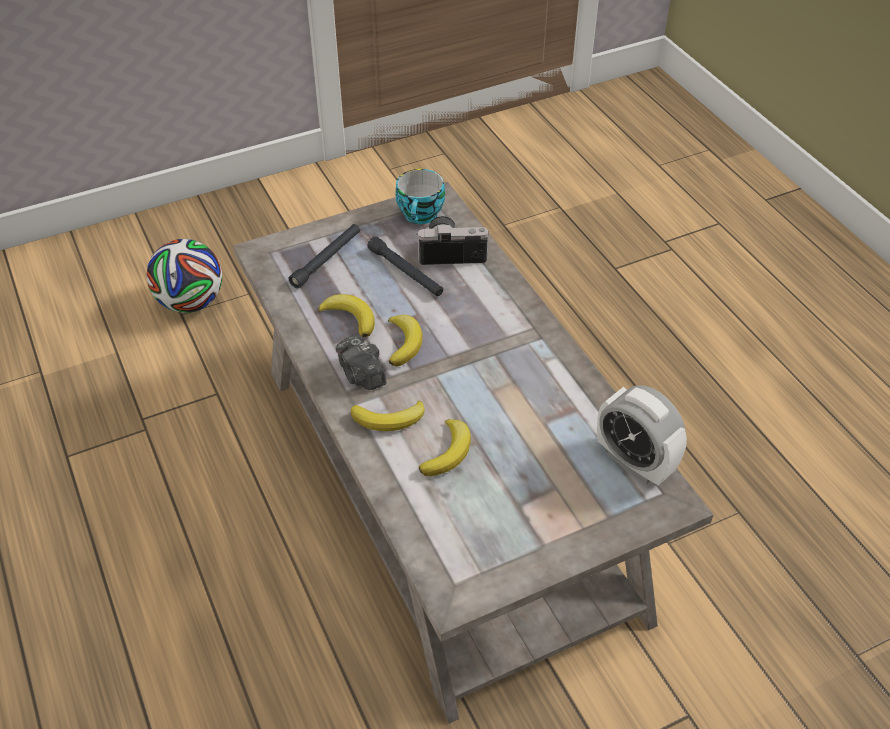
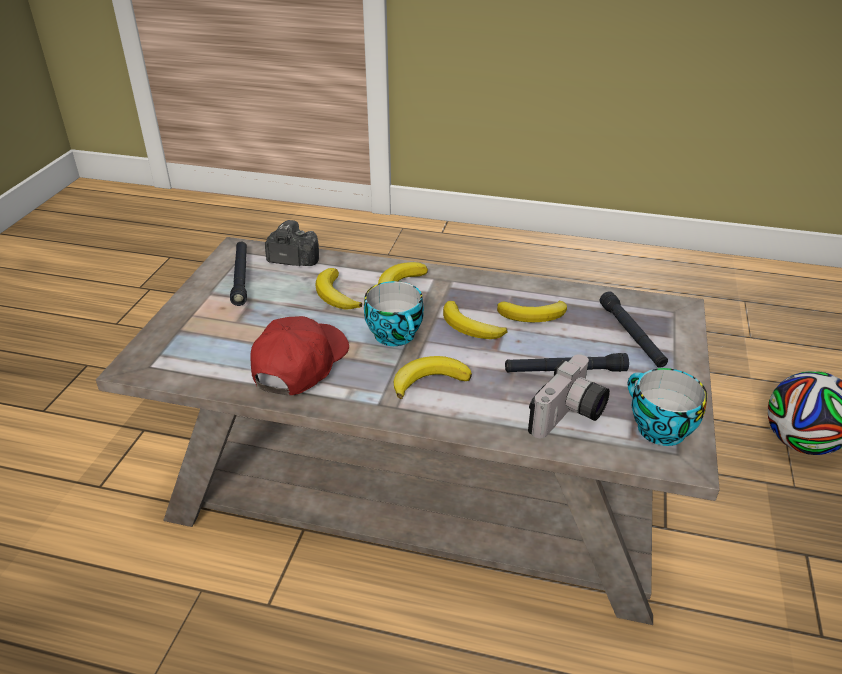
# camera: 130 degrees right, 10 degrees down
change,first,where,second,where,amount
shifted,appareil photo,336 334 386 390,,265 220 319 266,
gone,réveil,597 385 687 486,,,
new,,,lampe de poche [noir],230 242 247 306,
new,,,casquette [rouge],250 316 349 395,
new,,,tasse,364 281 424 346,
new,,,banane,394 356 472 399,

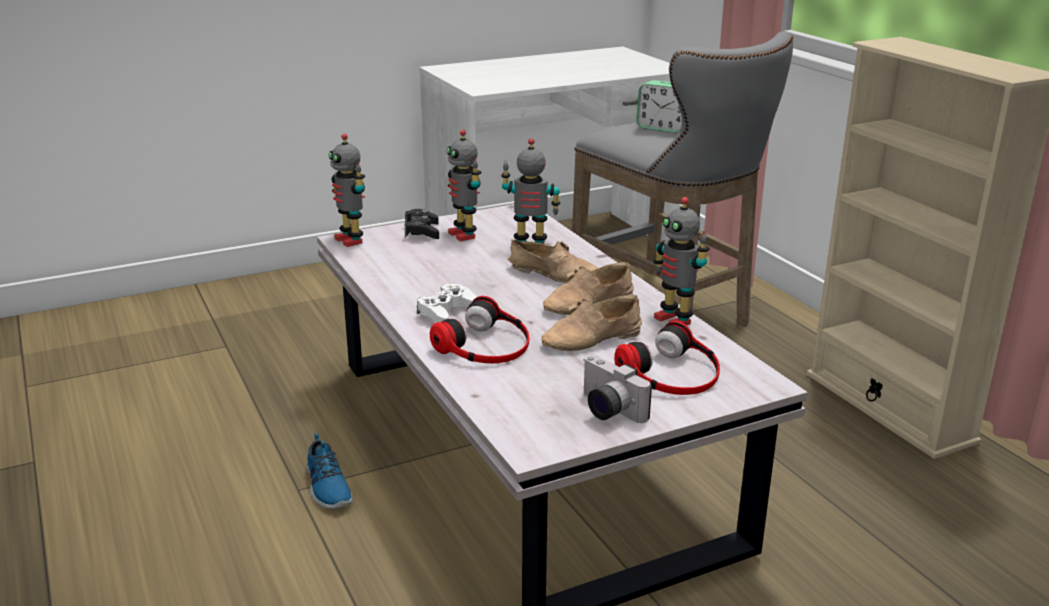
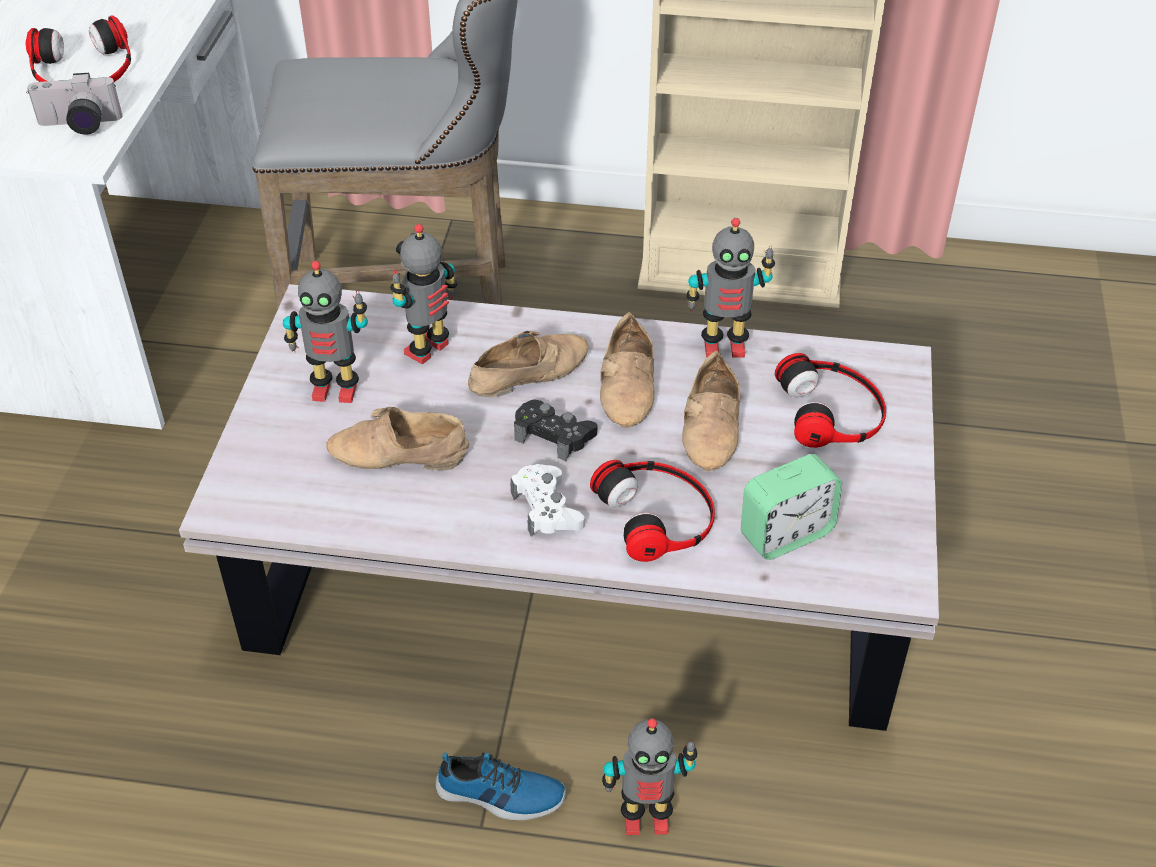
# camera: 55 degrees left, 20 degrees up
change,first,where,second,where,amount
shifted,robot jouet,329 134 365 247,,602 718 697 835,
shifted,manette [noir],405 209 439 239,,514 399 597 461,
shifted,appareil photo,583 355 652 423,,26 73 123 135,
shifted,réveil,636 80 682 133,,741 454 842 560,
new,,,casque audio,26 15 131 82,
new,,,chaussure [beige],326 407 470 470,

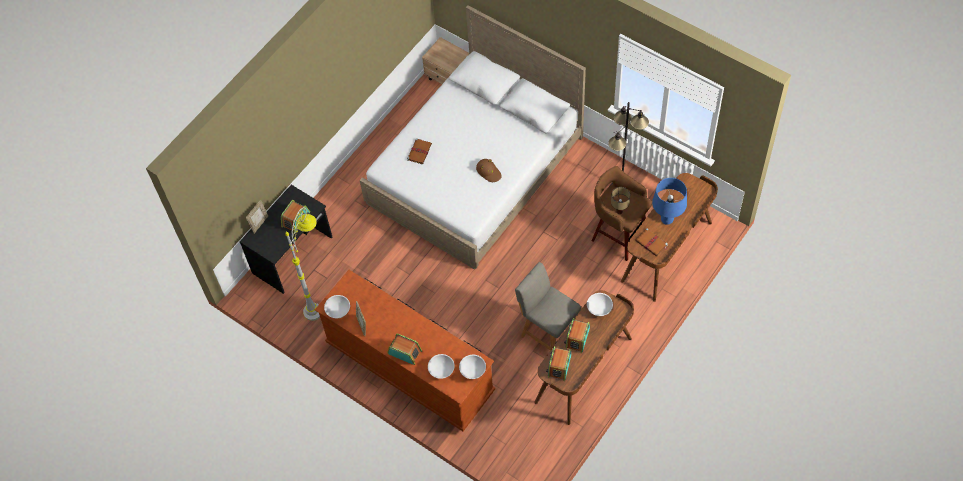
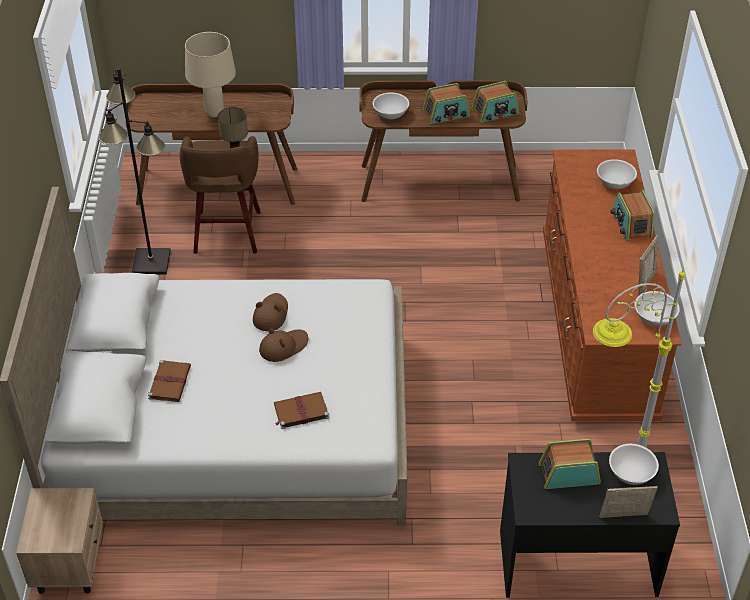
# camera: 130 degrees left, 15 degrees down
change,first,where,second,where,amount
shifted,bol [blanc],459 355 486 379,,609 444 659 485,
gone,chaise [gris],515 262 581 350,,,
shifted,livre [marron],635 228 668 256,,148 360 191 402,
repainted,lampe de table [bleu],652 178 687 225,lampe de table [beige],185 32 236 117,
new,,,chapeau [marron],259 328 308 362,

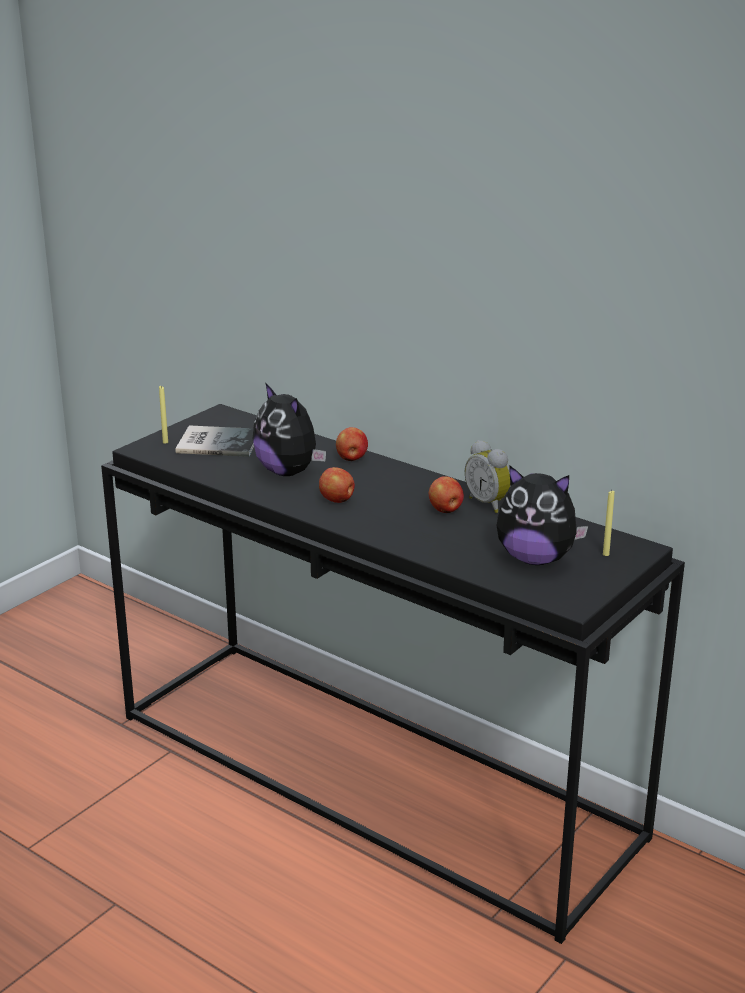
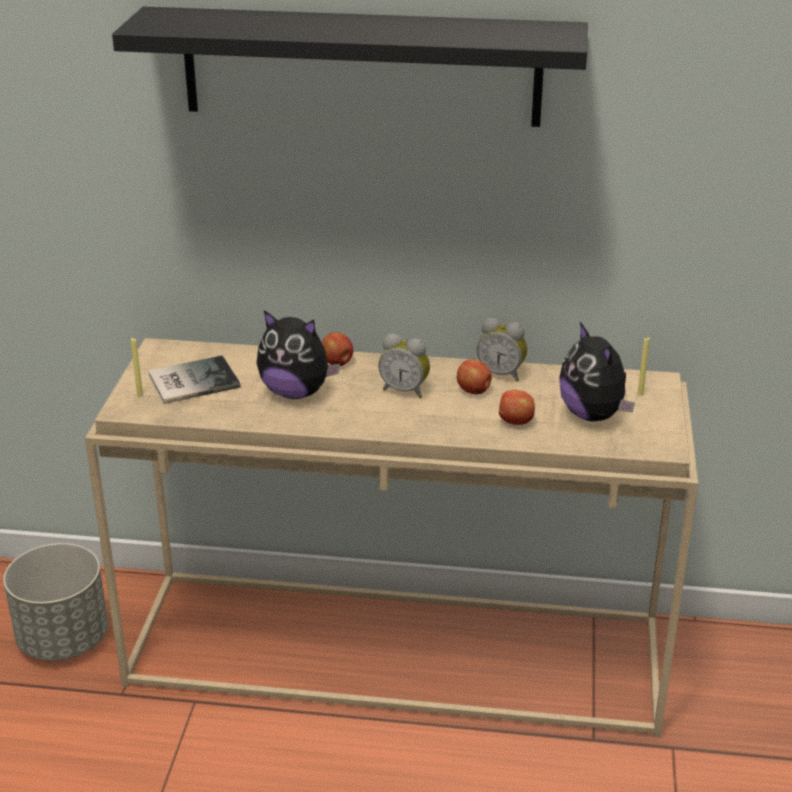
# camera: 30 degrees left, 5 degrees up
change,first,where,second,where,amount
repainted,table console [noir],101 404 685 944,table console [beige],85 338 698 738,
shifted,pomme,319 467 355 503,,499 390 535 425,
rotated,peluche,496 465 588 565,,559 322 635 421,75 degrees clockwise
new,,,cache-pot [gris],3 543 108 660,
new,,,étagère [noir],112 7 588 127,
new,,,réveil,378 334 430 398,

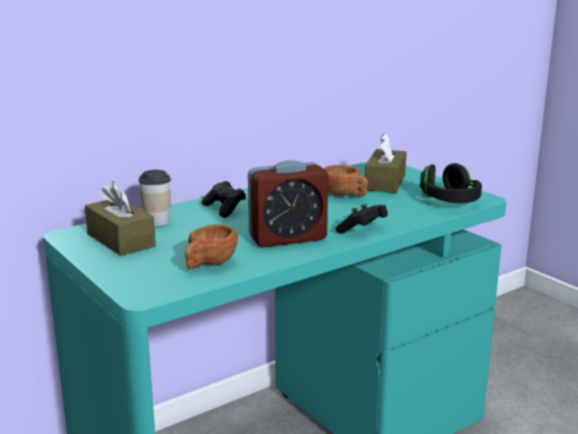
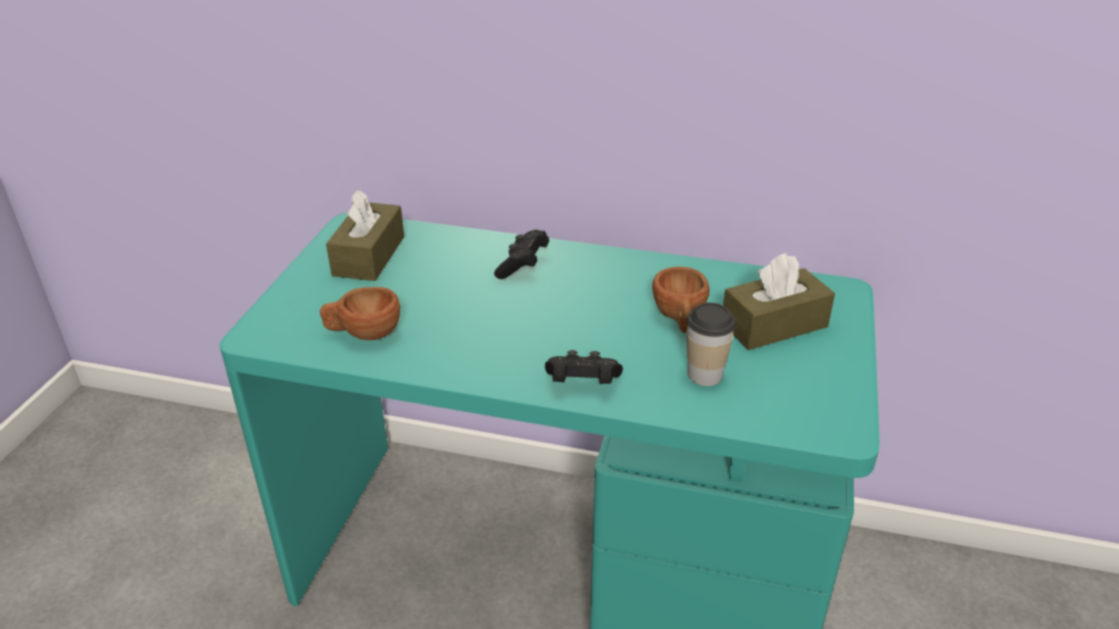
# camera: 50 degrees right, 15 degrees up
change,first,where,second,where,amount
shifted,tasse,138 170 171 226,,687 302 736 386,
gone,réveil,248 160 328 247,,,
gone,casque audio [noir],420 163 482 203,,,

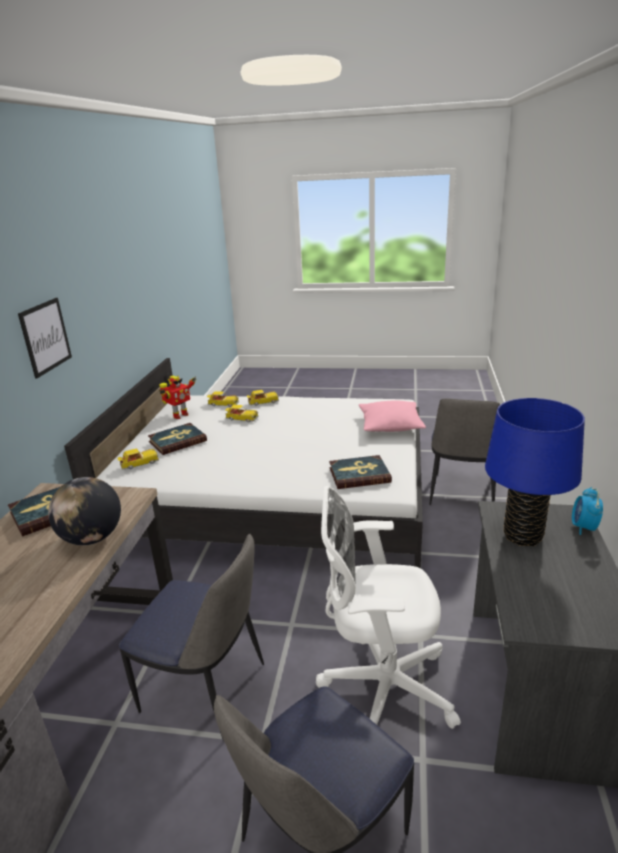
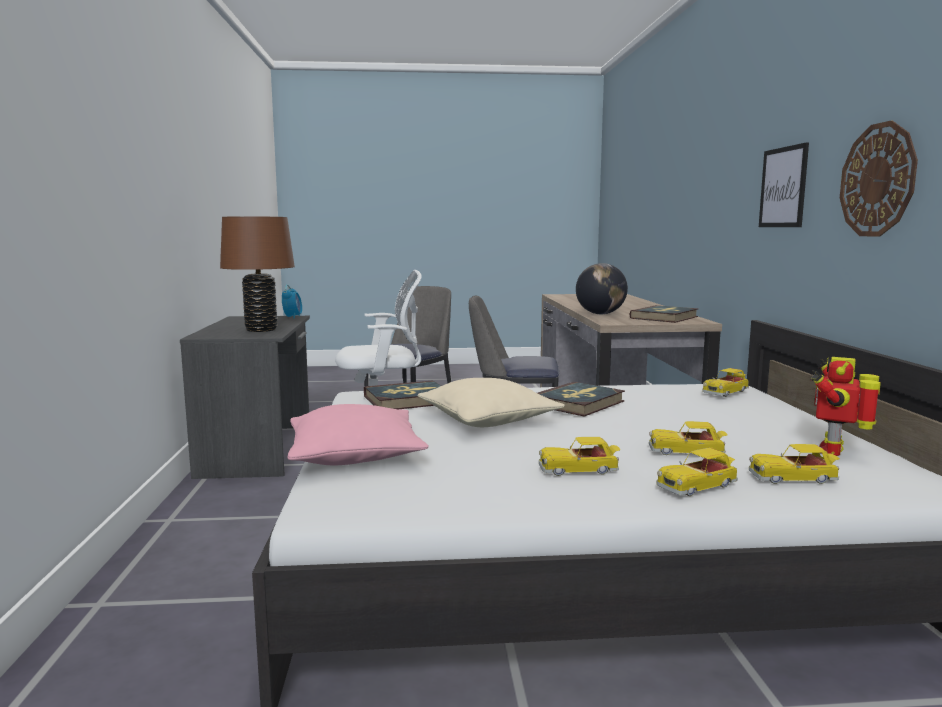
# camera: 165 degrees right, 15 degrees down
change,first,where,second,where,amount
shifted,livre,148 423 207 455,,538 382 625 417,
gone,chaise,430 399 500 505,,,
repainted,lampe de table [bleu],485 398 585 546,lampe de table [marron],220 216 295 332,
shifted,réveil,572 487 603 535,,282 285 302 319,
new,,,coussin [beige],417 378 565 427,
new,,,petite voiture,539 437 620 476,
new,,,horloge murale,840 120 918 237,

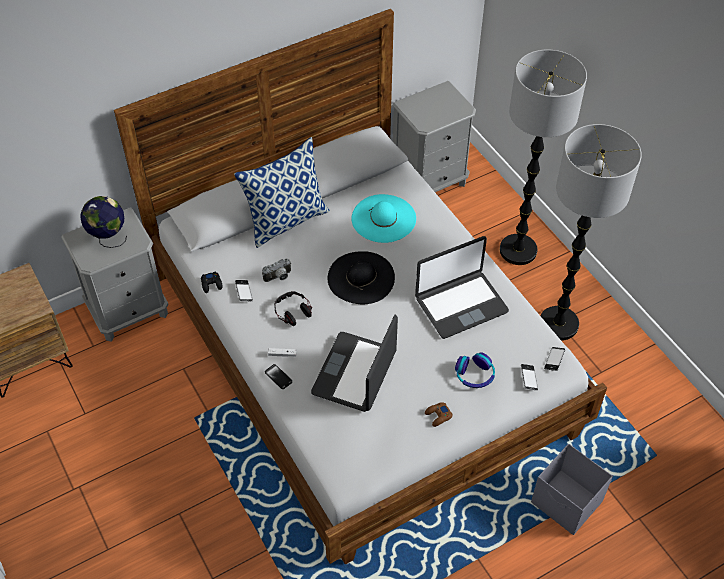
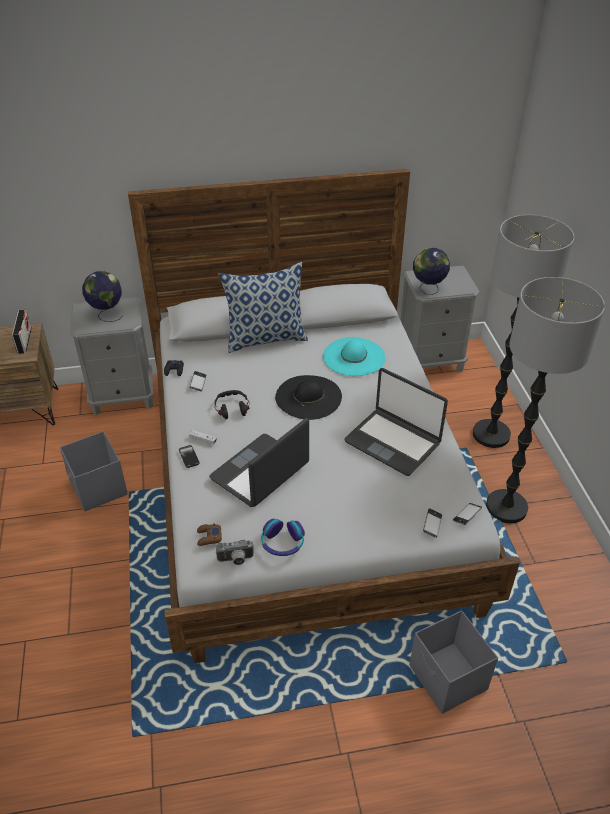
# camera: 20 degrees right, 10 degrees down
change,first,where,second,where,amount
shifted,appareil photo,262 259 291 282,,216 540 254 565,
rotated,ordinateur portable,415 236 509 339,,344 368 448 476,45 degrees clockwise
shifted,manette [marron],425 402 453 427,,197 523 222 546,
shifted,casque audio,455 352 495 388,,261 519 305 556,
new,,,radio,12 310 32 354,
new,,,boîte de rangement [gris],60 431 128 511,
new,,,globe,413 248 450 295,

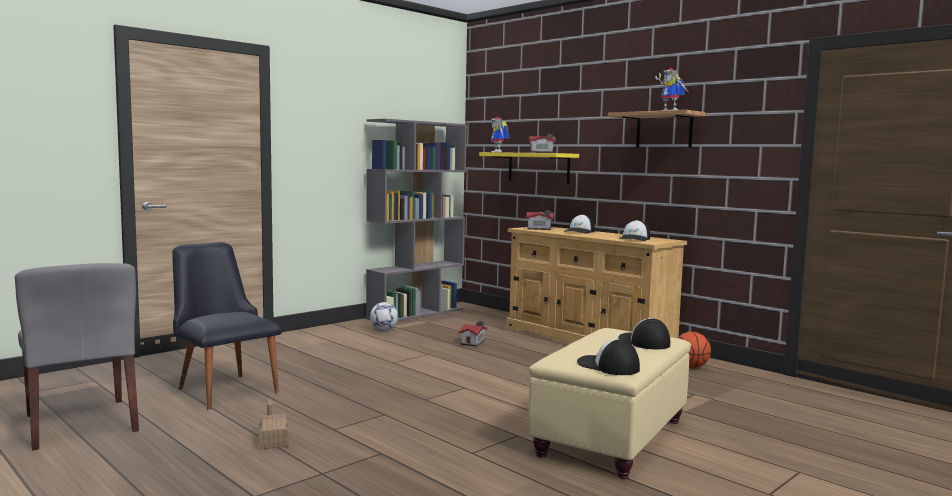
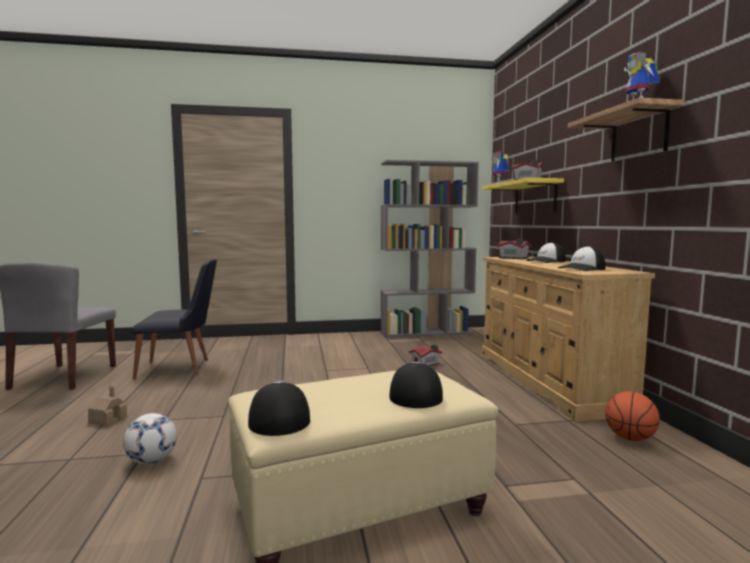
# camera: 35 degrees right, 0 degrees up
change,first,where,second,where,amount
rotated,chaise [noir],172 242 282 409,,132 258 217 380,90 degrees clockwise
shifted,ballon de foot,370 302 398 330,,123 413 177 464,

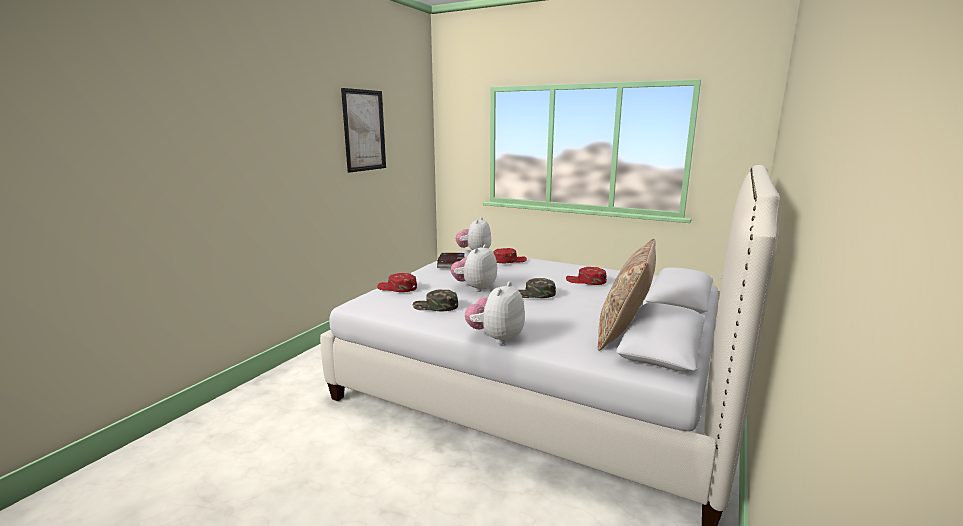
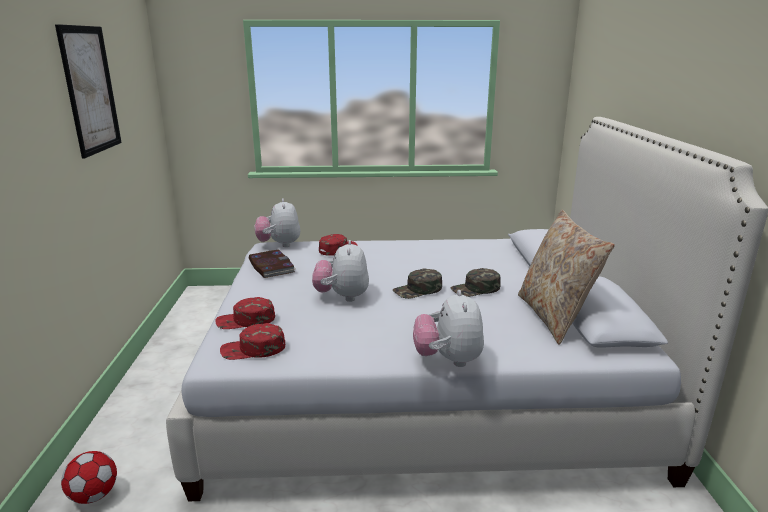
# camera: 30 degrees left, 5 degrees up
change,first,where,second,where,amount
shifted,casquette [vert],413 290 458 311,,450 268 501 297,
shifted,casquette [rouge],566 267 607 285,,220 323 285 360,
new,,,ballon de foot,61 451 117 504,

